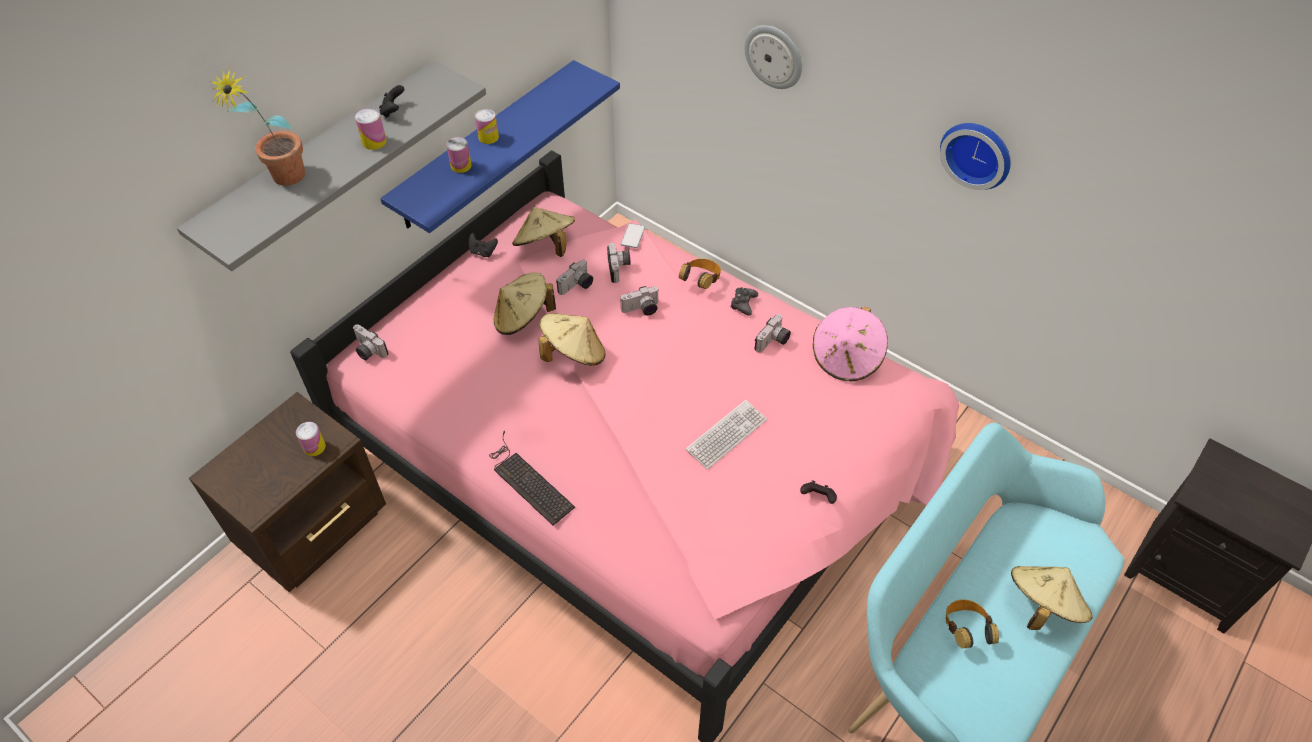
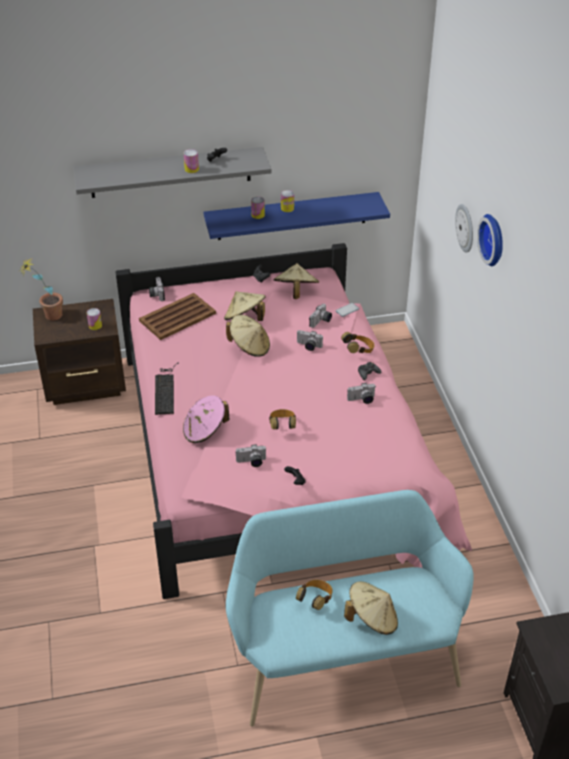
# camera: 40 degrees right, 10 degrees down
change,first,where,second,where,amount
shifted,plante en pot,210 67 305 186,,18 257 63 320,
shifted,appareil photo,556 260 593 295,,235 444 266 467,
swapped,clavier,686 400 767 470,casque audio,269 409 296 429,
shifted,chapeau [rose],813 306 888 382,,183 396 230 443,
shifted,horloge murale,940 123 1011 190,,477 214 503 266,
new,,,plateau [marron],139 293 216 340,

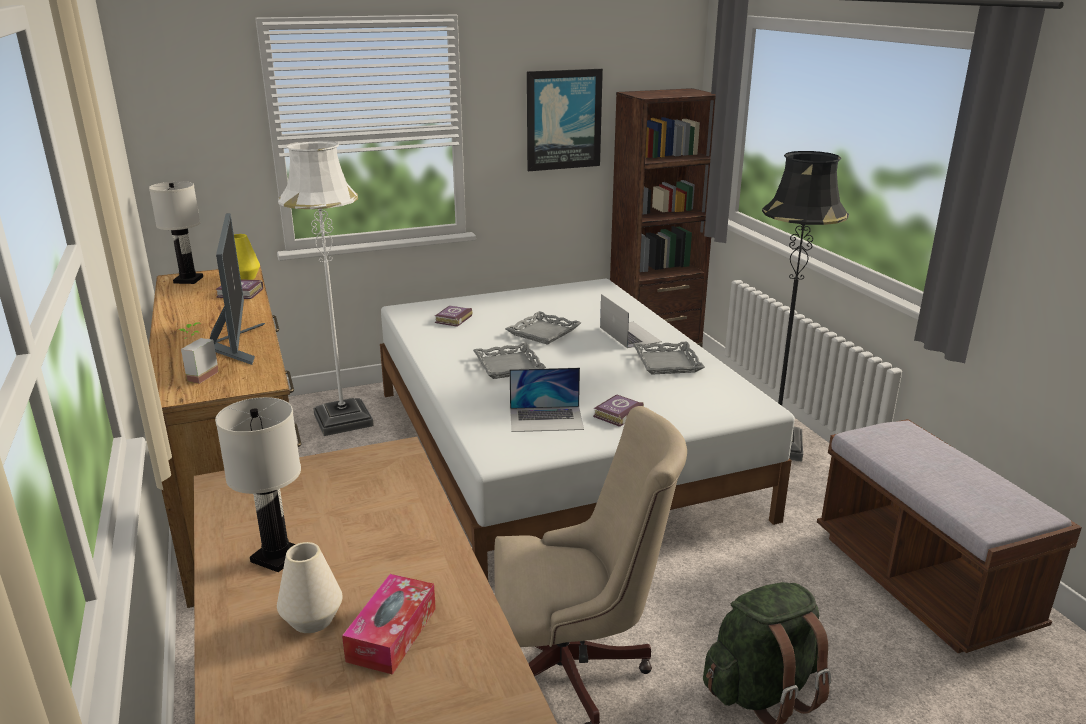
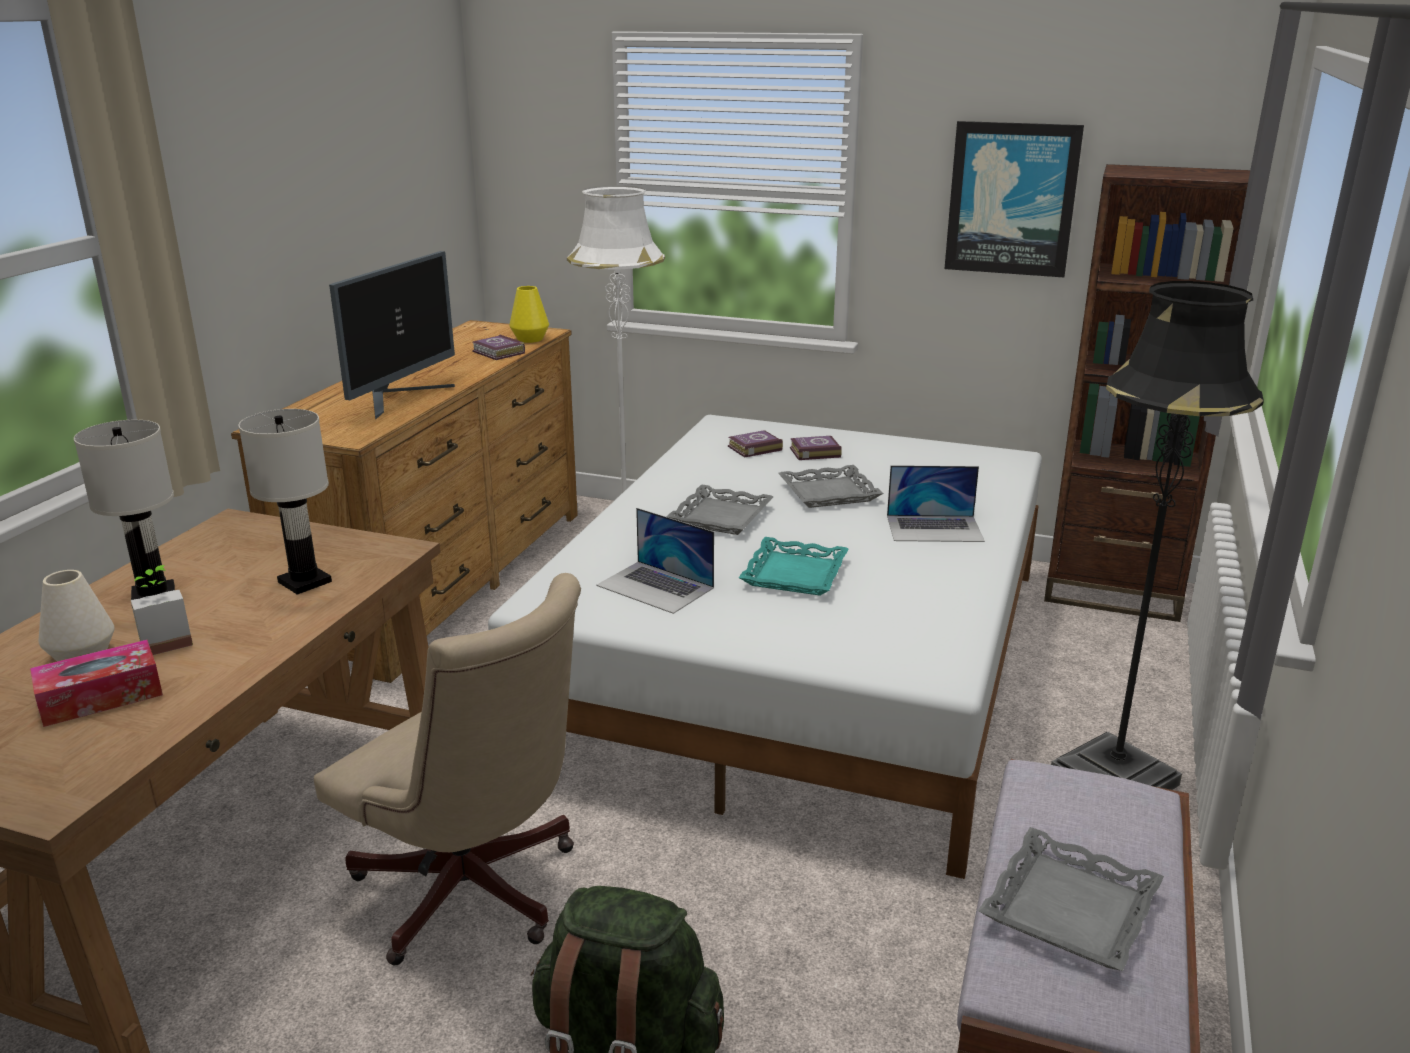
# camera: 40 degrees right, 0 degrees up
change,first,where,second,where,amount
shifted,lampe de table [blanc],149 181 203 284,,238 409 332 595,
shifted,plante en pot,178 322 219 384,,130 565 193 655,
shifted,livre,593 394 644 427,,790 436 842 460,
rotated,ordinateur portable,600 294 662 348,,887 465 985 542,75 degrees clockwise
shifted,plateau [gris],633 342 705 375,,978 827 1164 971,
new,,,plateau [turquoise],739 537 849 596,

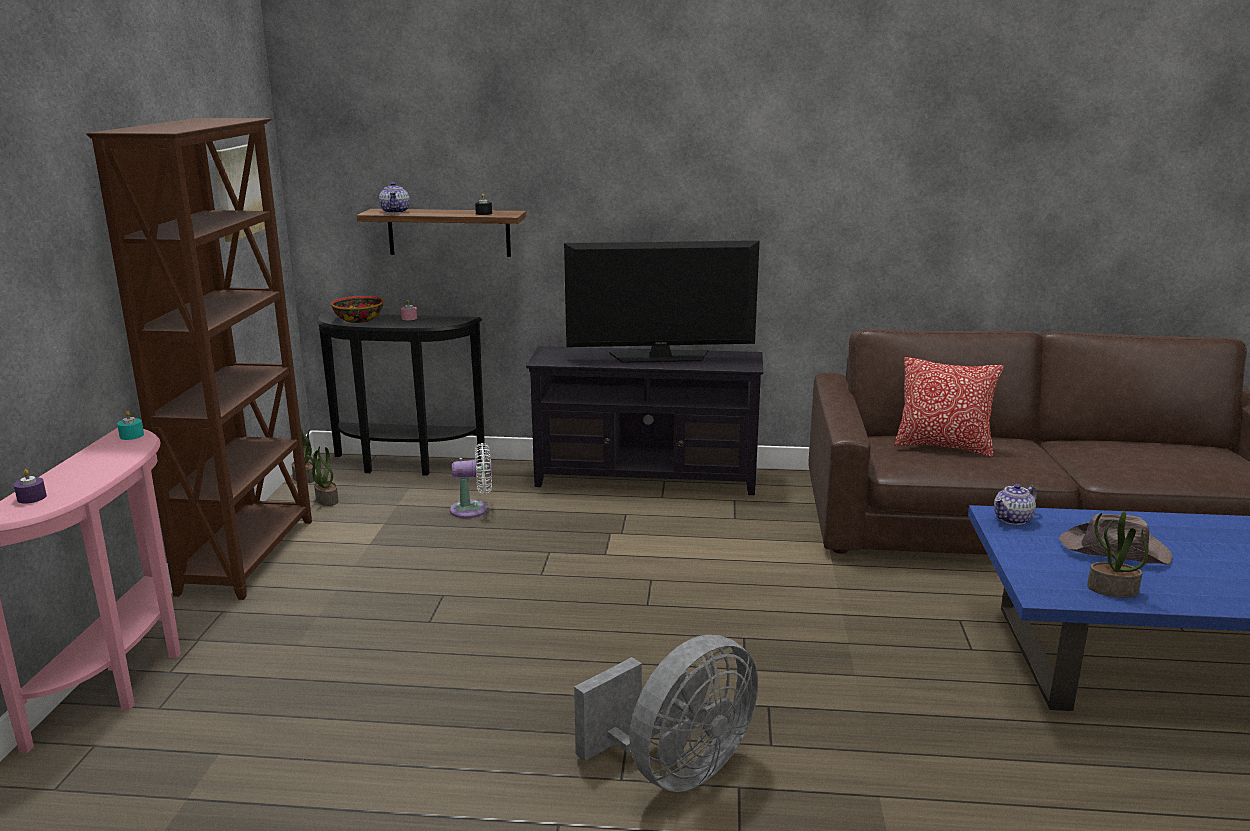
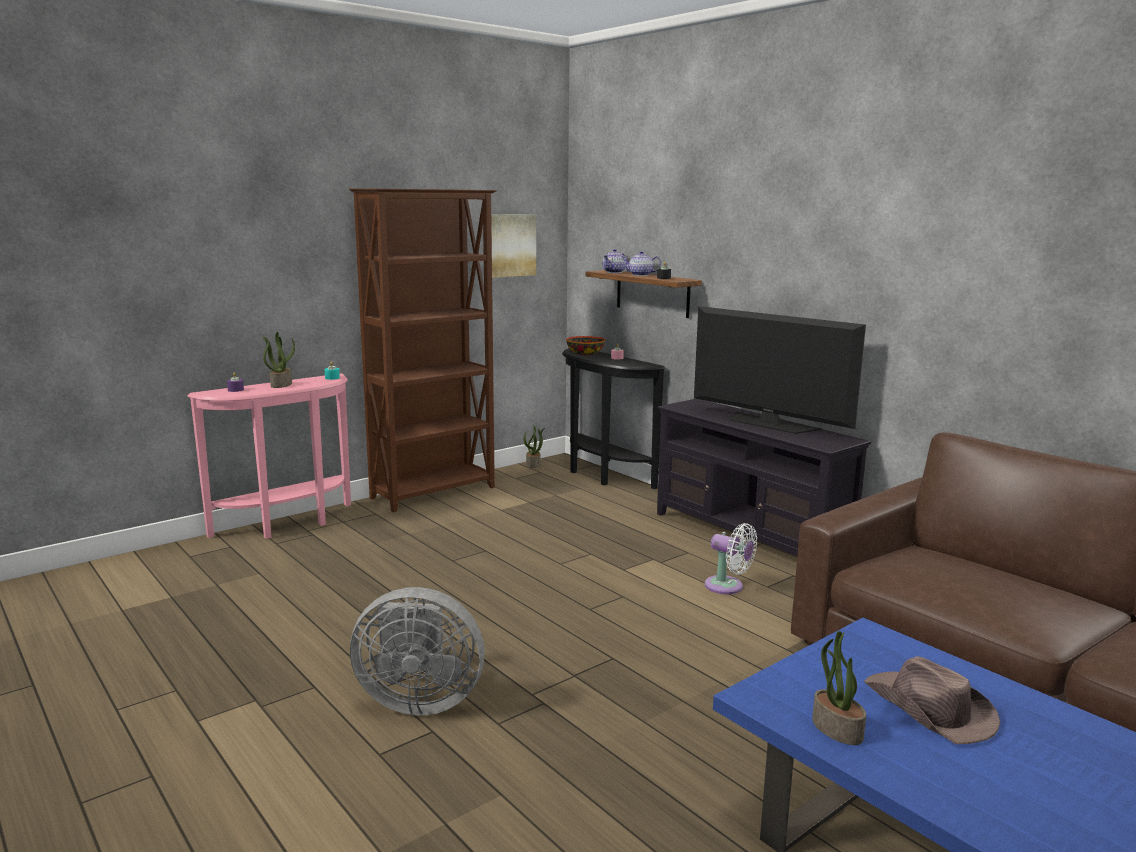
# camera: 45 degrees right, 5 degrees down
change,first,where,second,where,amount
shifted,plante en pot,306 446 338 506,,263 332 295 388,
shifted,ventilateur [blanc],450 443 492 518,,705 523 757 594,
gone,coussin,894 357 1004 457,,,
shifted,théière,994 484 1037 525,,622 251 661 276,

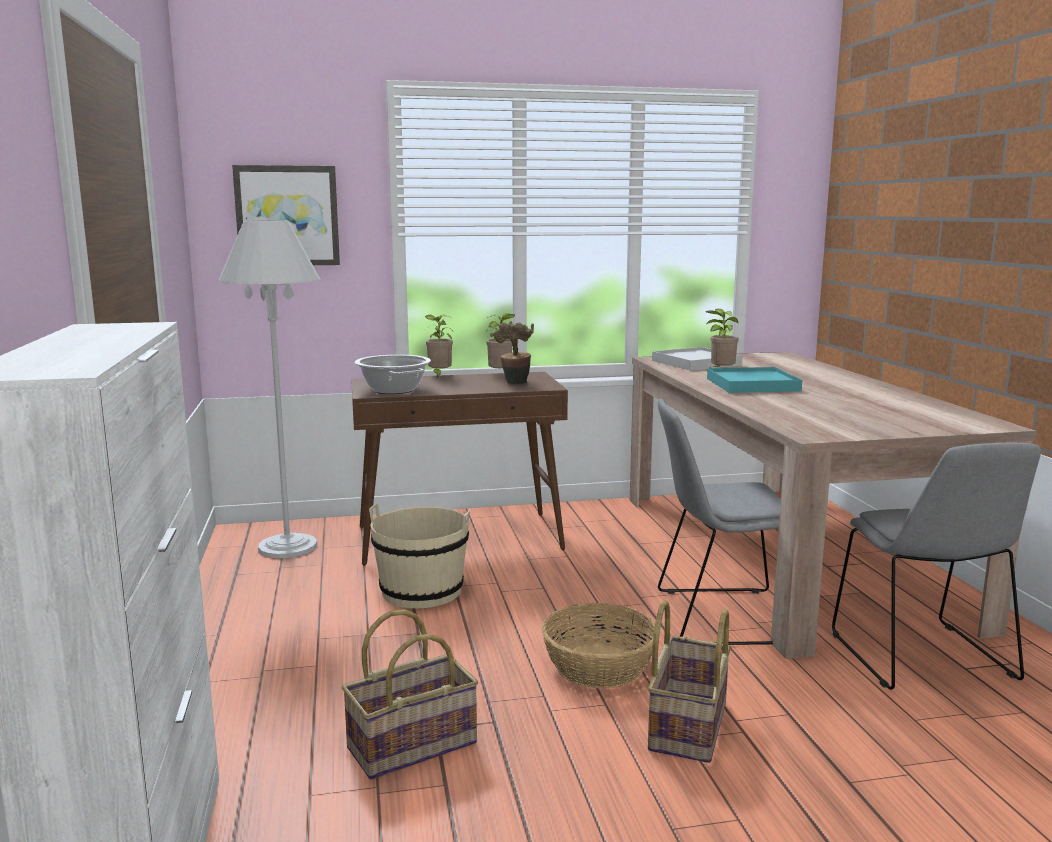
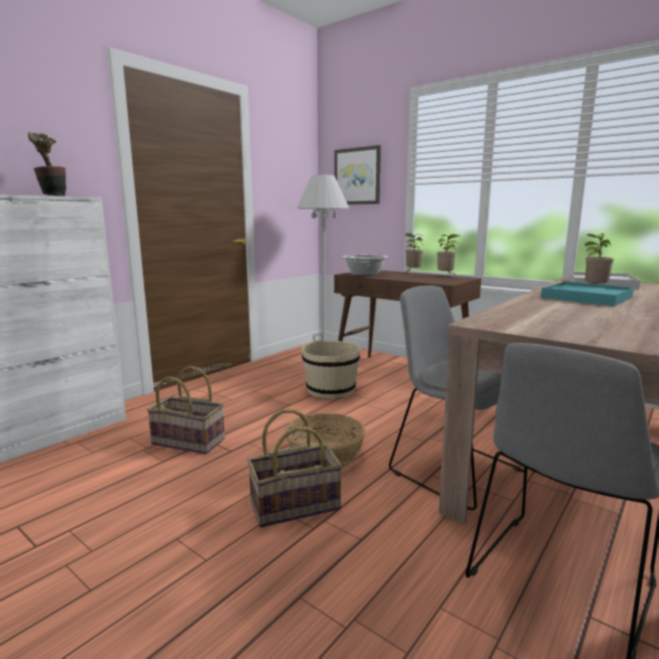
# camera: 50 degrees right, 0 degrees up
change,first,where,second,where,amount
shifted,plante en pot,494 320 534 384,,28 132 66 196,

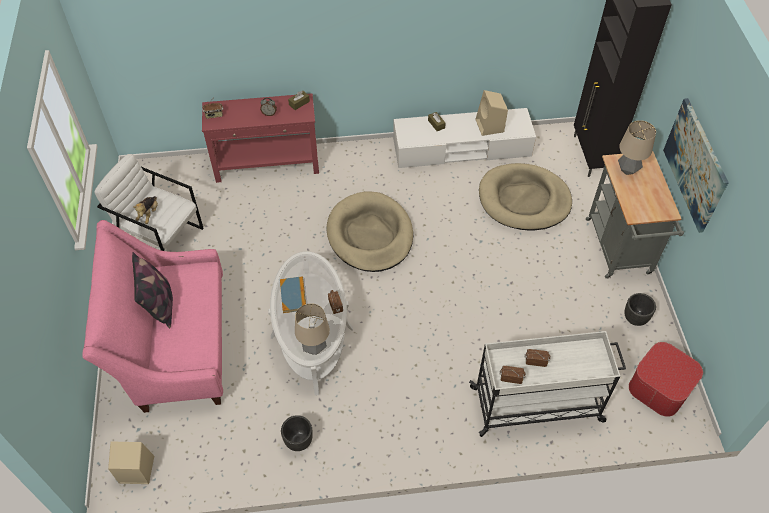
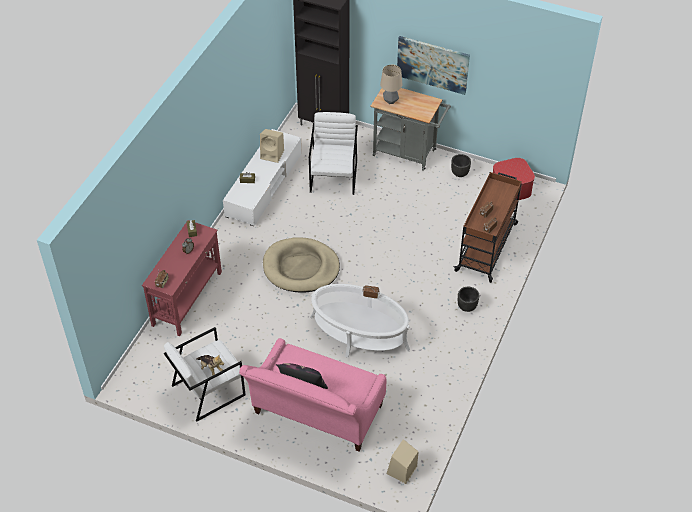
# camera: 60 degrees left, 5 degrees down
change,first,where,second,where,amount
gone,livre,280 276 306 313,,,
shifted,cache-pot [noir],281 415 313 451,,458 287 479 312,
gone,lampe de table,295 303 330 355,,,
repainted,chariot [blanc],469 331 626 437,chariot [marron],454 172 522 283,
swapped,panier pour chien [beige],479 163 572 230,fauteuil [blanc],309 112 358 195,

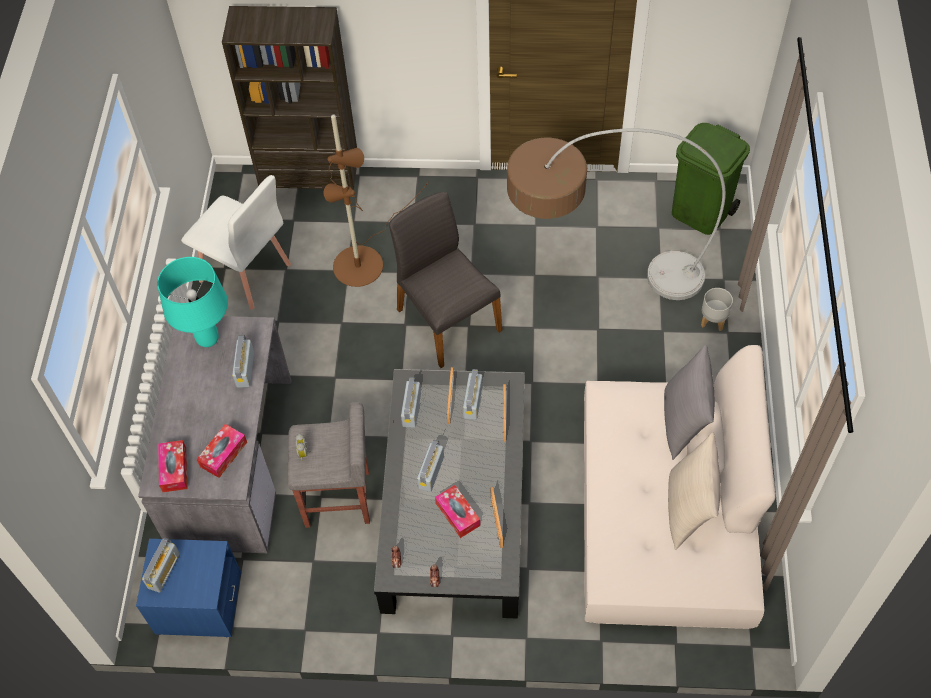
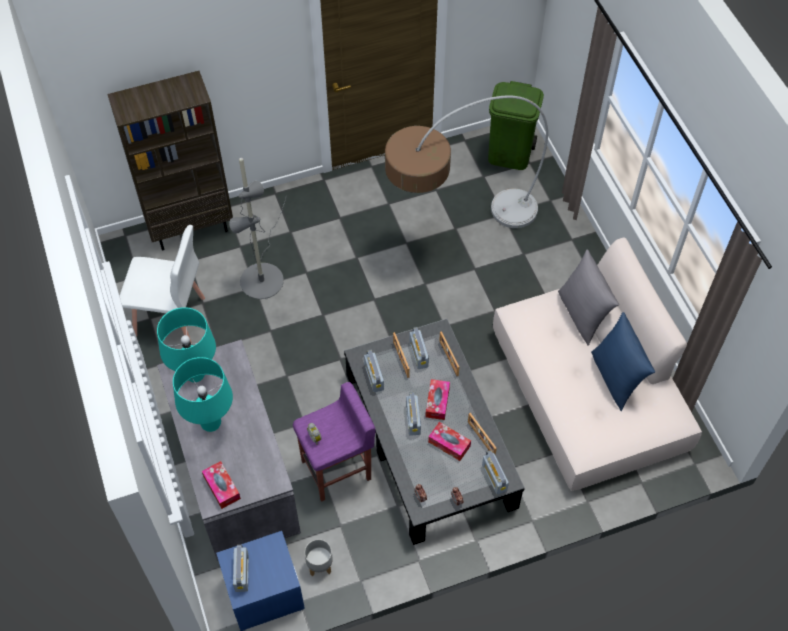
# camera: 25 degrees left, 0 degrees up
change,first,where,second,where,amount
shifted,boîte à mouchoirs,196 424 247 478,,425 379 450 420,
shifted,radio,232 335 254 387,,482 450 509 495,
repainted,tabouret [gris],288 402 370 528,tabouret [violet],293 382 376 502,
repainted,lampadaire [marron],323 114 428 287,lampadaire [gris],229 158 287 299,
gone,chaise [gris],389 192 502 368,,,
repainted,coussin [beige],668 432 720 550,coussin [bleu],591 312 655 411,
shifted,cache-pot [gris],701 288 733 331,,304 539 333 576,
new,,,lampe de table [turquoise],173 357 233 432,

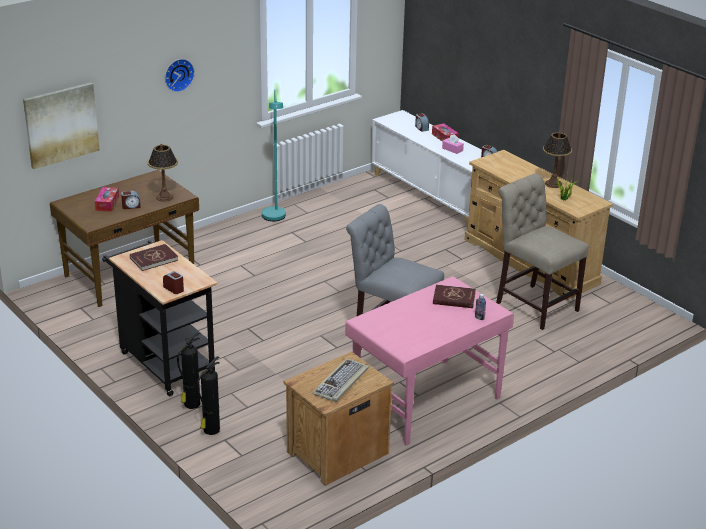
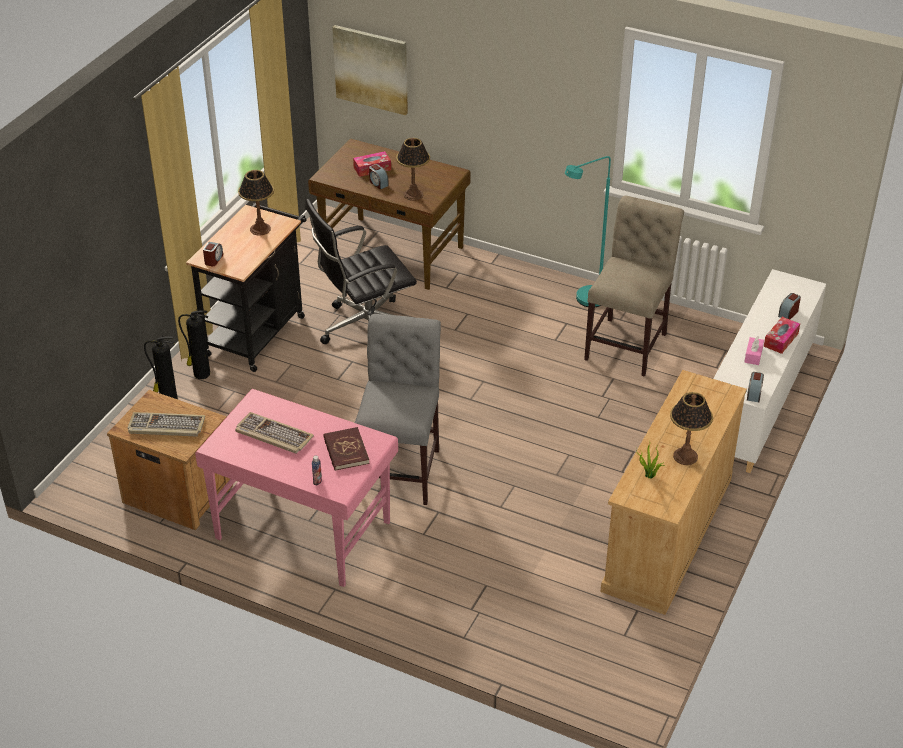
# camera: 65 degrees right, 10 degrees up
change,first,where,second,where,amount
swapped,livre [rouge],130 244 178 271,lampe de table,238 170 274 235,
gone,horloge murale,165 59 195 92,,,
shifted,chaise [beige],496 173 589 330,,584 196 684 377,
new,,,clavier,235 412 314 454,
new,,,chaise de bureau [noir],305 199 417 344,

